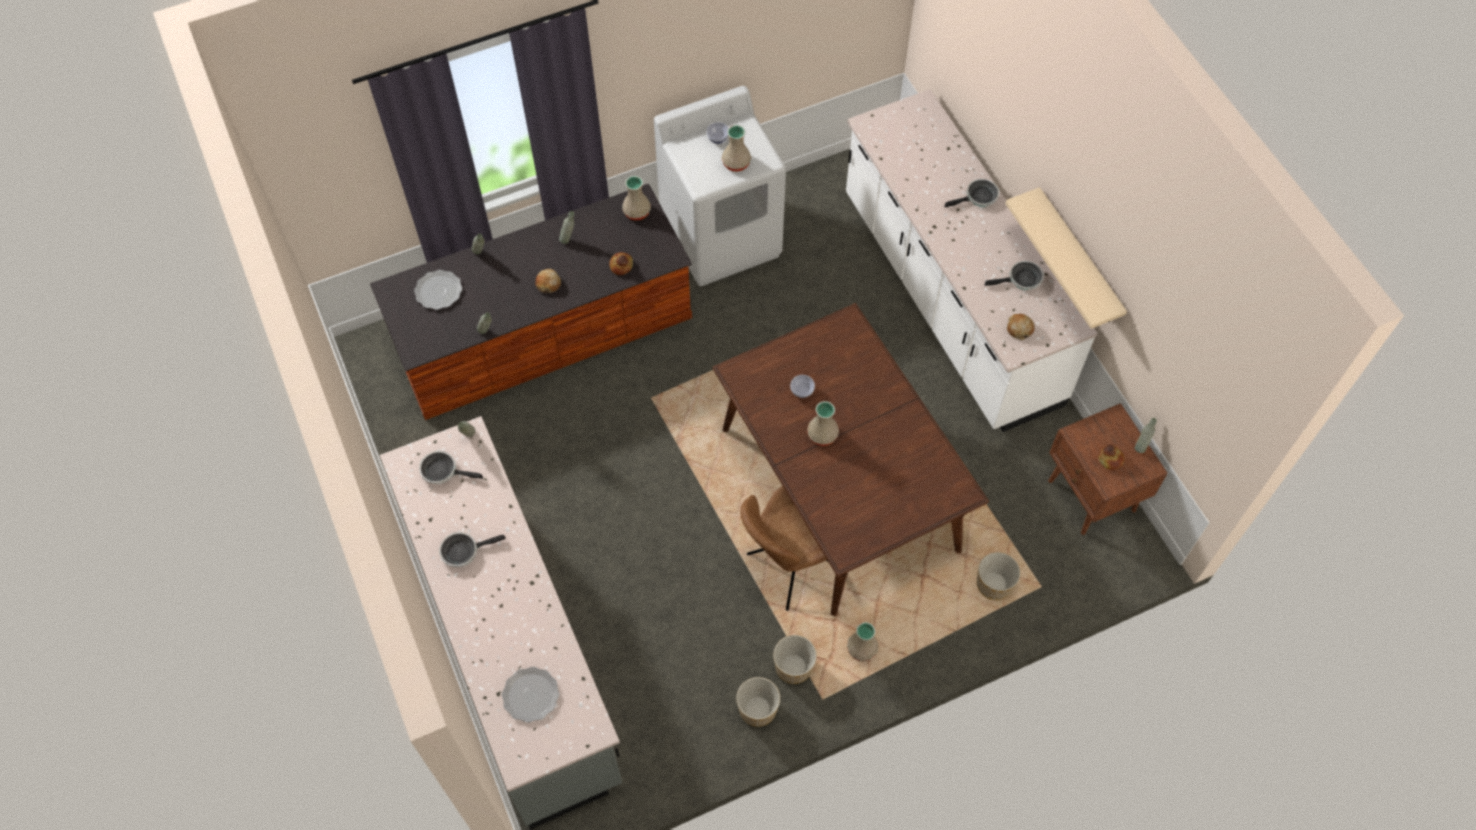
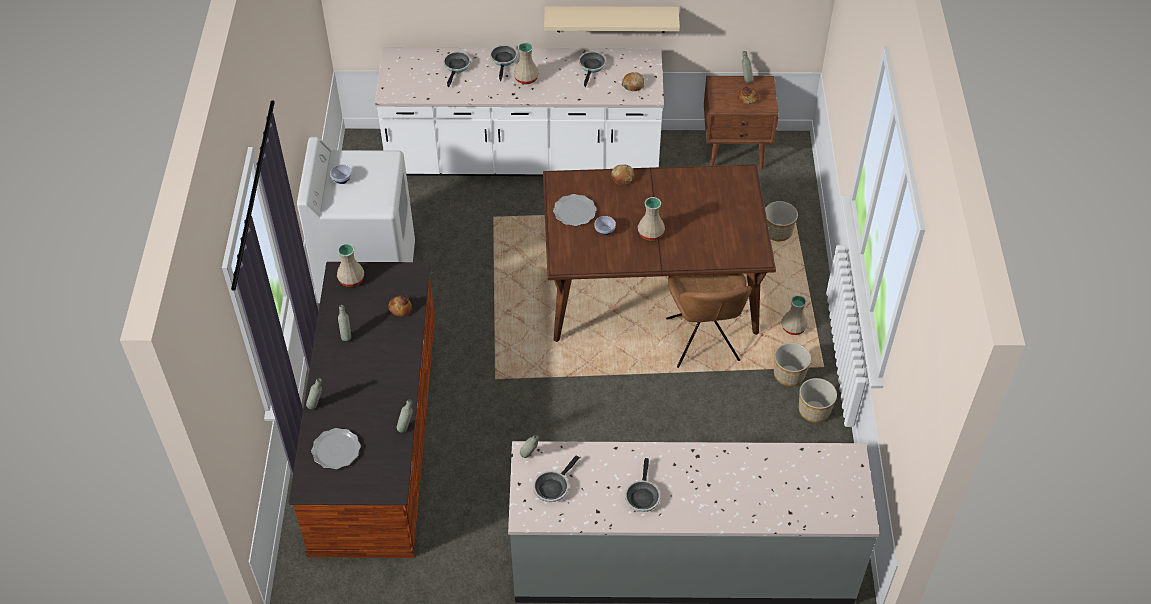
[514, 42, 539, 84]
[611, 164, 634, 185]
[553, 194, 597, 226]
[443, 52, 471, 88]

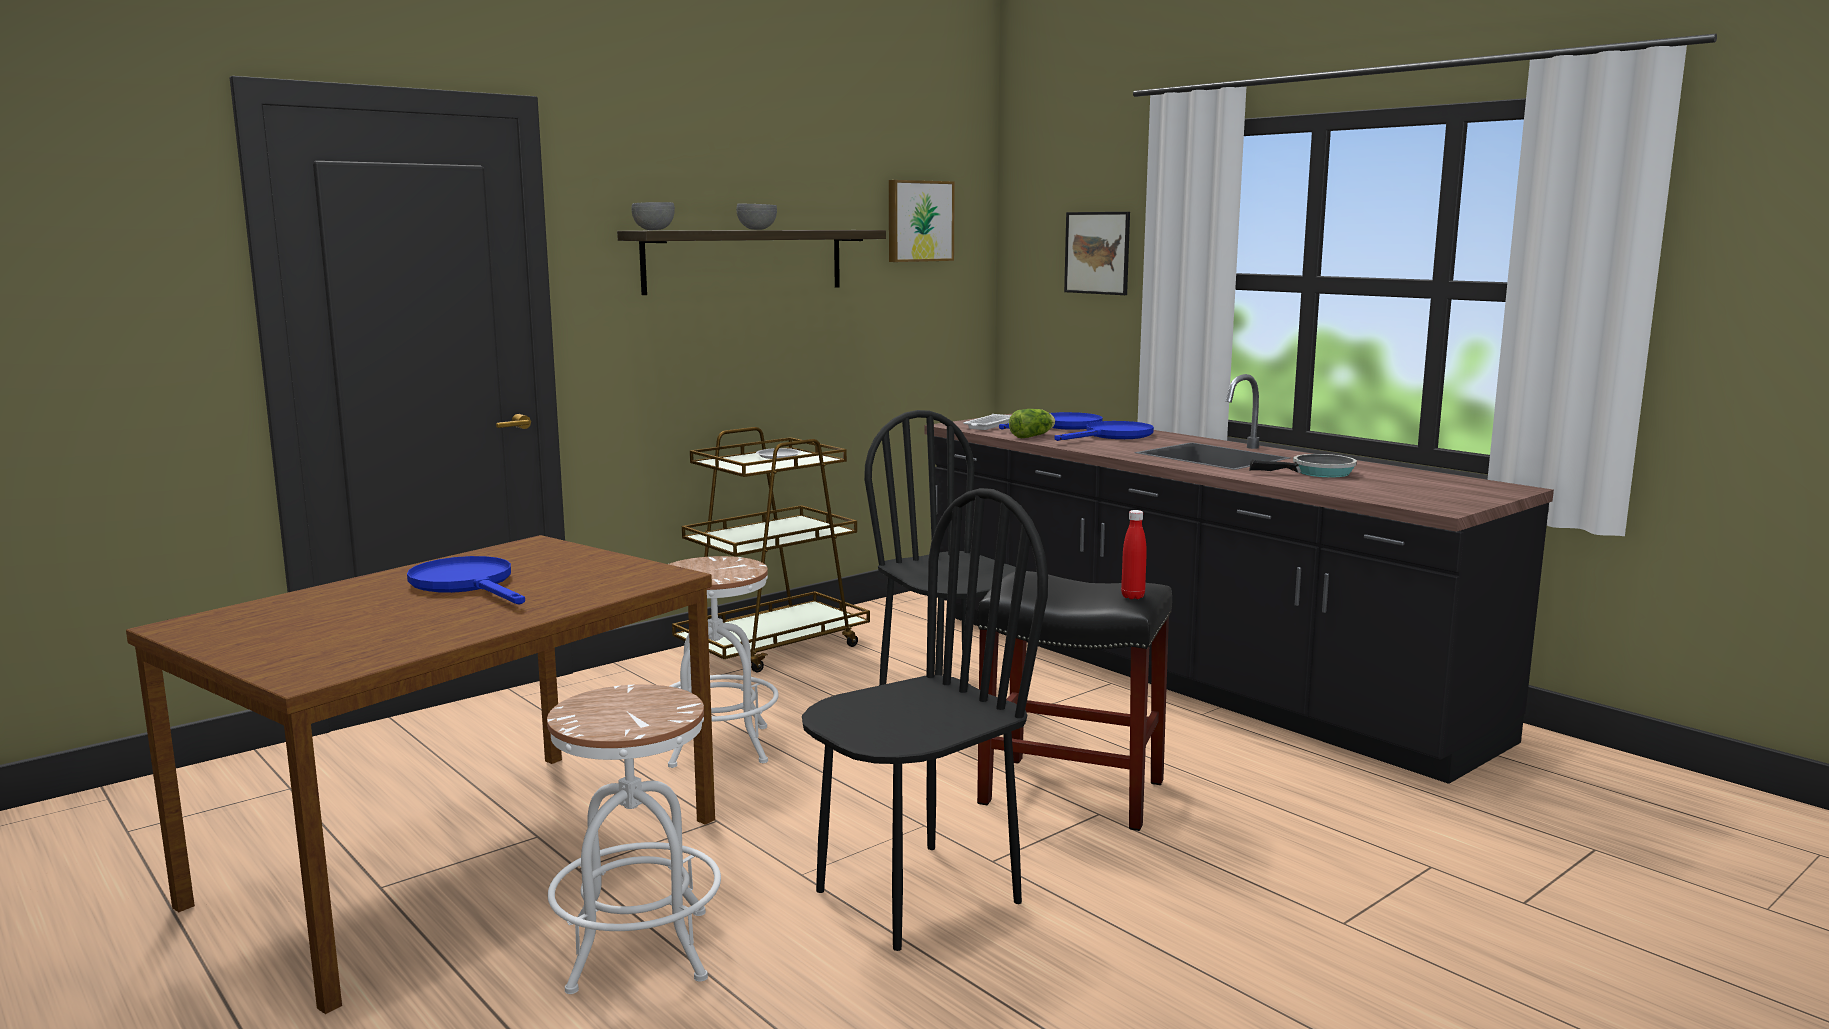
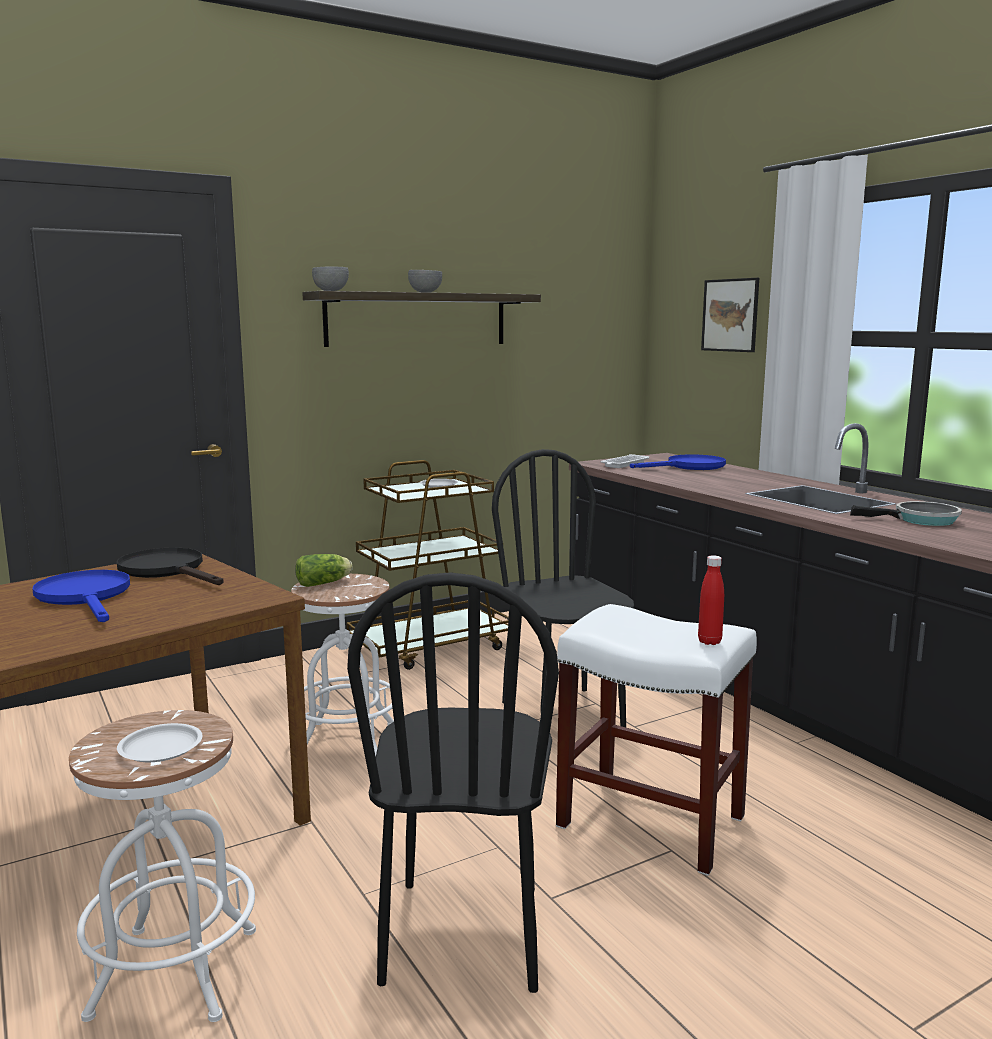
[889, 180, 955, 262] (first image)
[295, 554, 353, 587]
[1054, 421, 1154, 441] (first image)
[347, 572, 559, 993]
[556, 604, 757, 876]
[117, 548, 223, 585]
[117, 723, 203, 762]

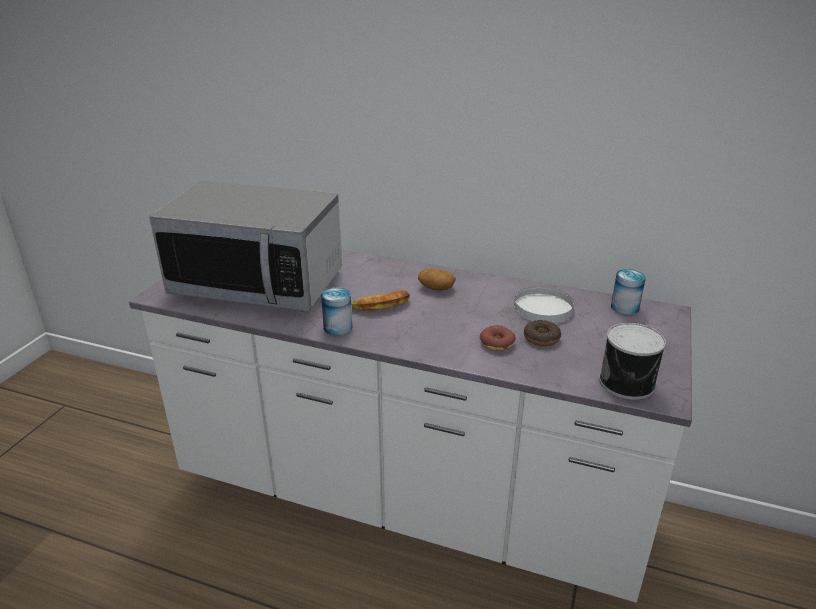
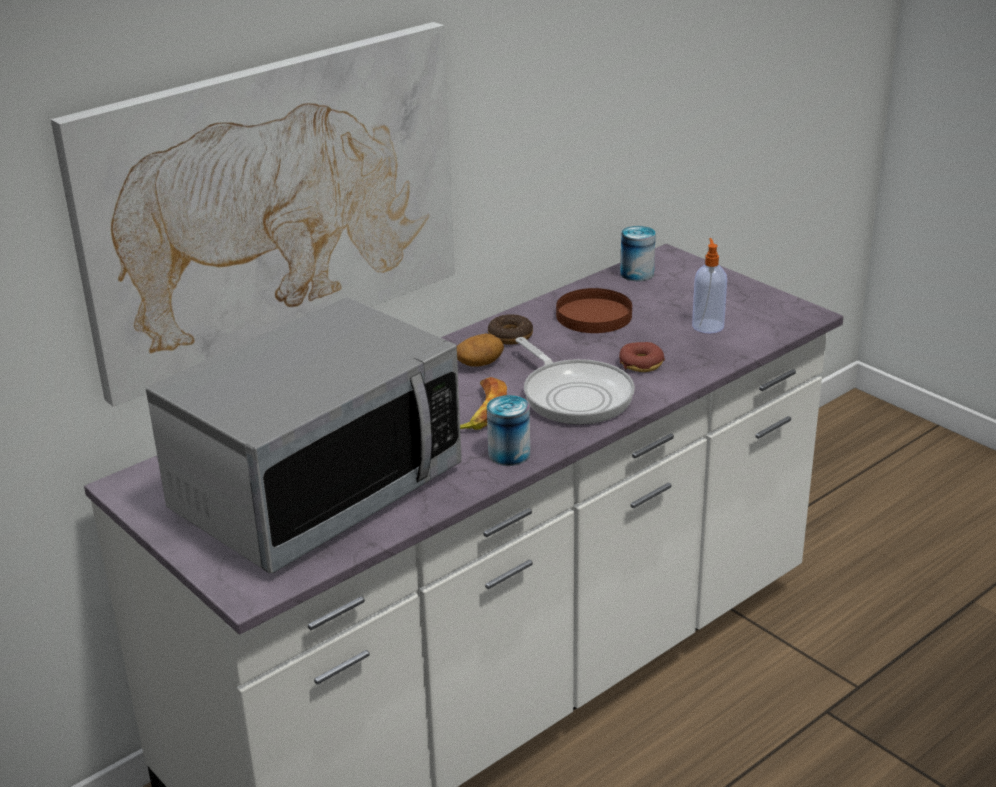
[556, 288, 632, 333]
[488, 314, 533, 345]
[599, 323, 666, 400] (first image)
[51, 22, 455, 407]
[692, 238, 727, 333]
[516, 337, 635, 425]

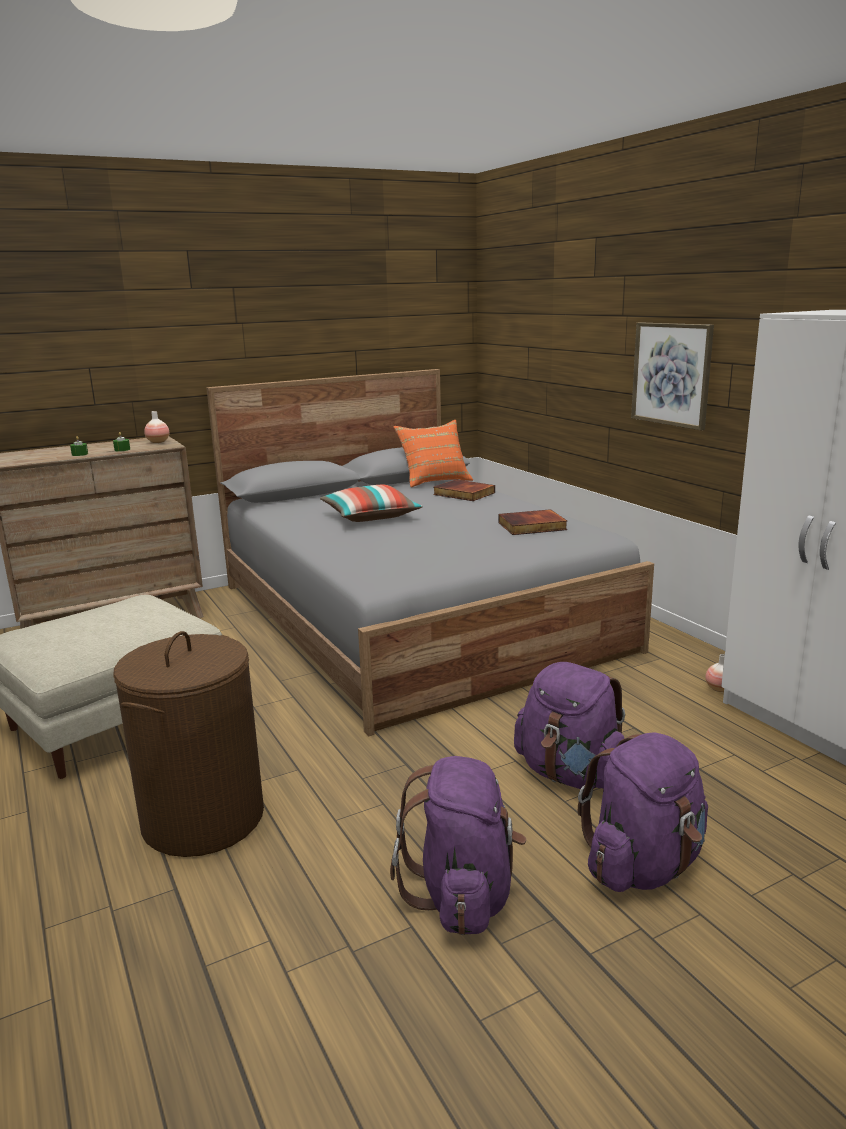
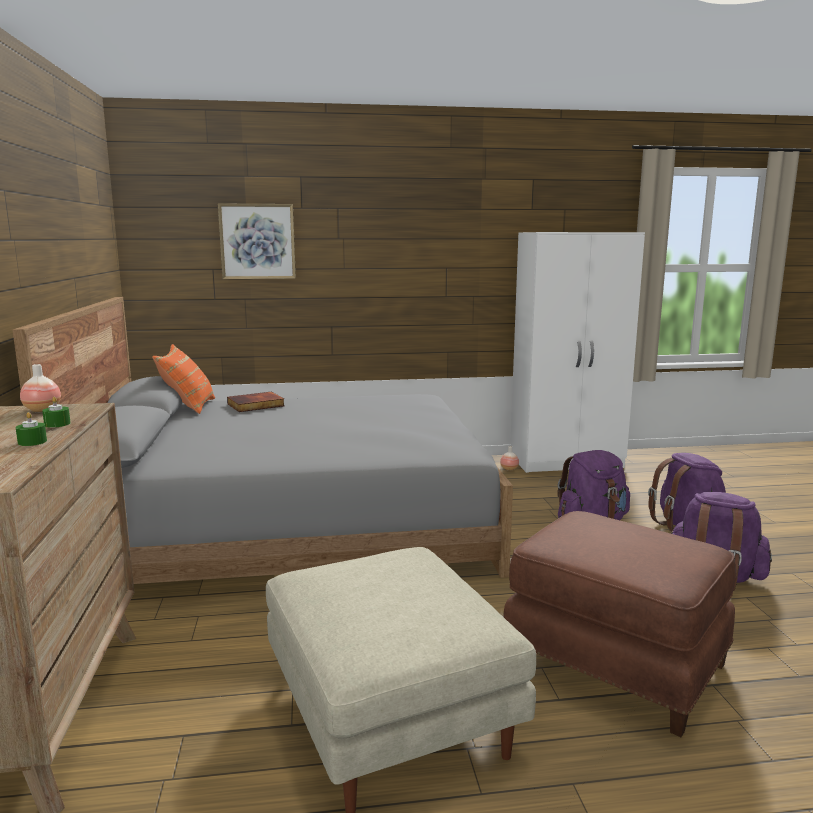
[218, 204, 296, 279]
[320, 485, 423, 522] (first image)
[498, 509, 567, 535] (first image)
[503, 511, 736, 737]

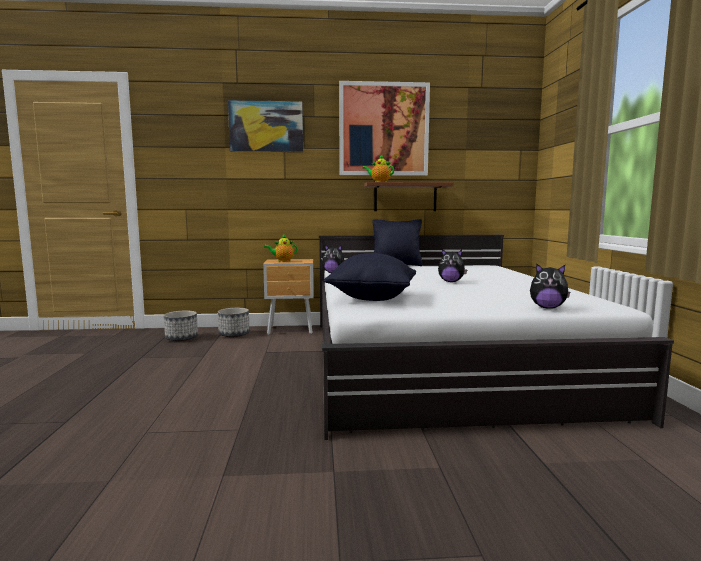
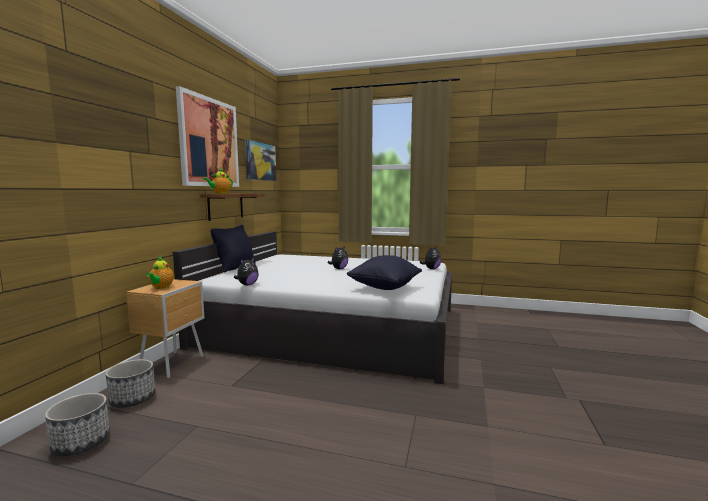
[245, 139, 276, 181]

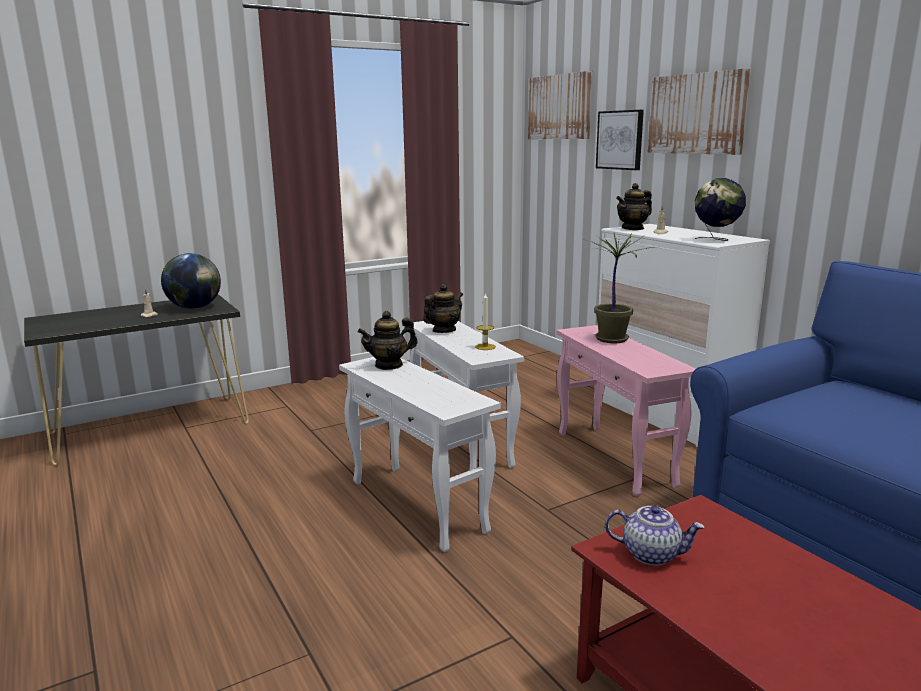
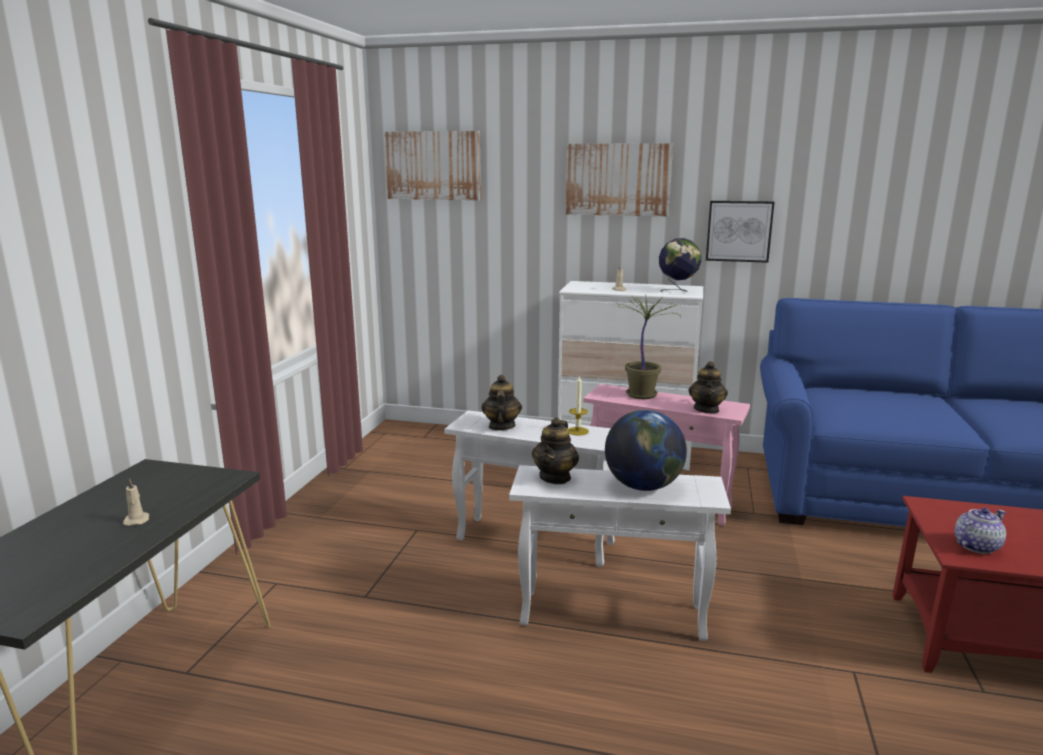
[706, 201, 774, 263]
[688, 361, 728, 414]
[605, 410, 687, 491]

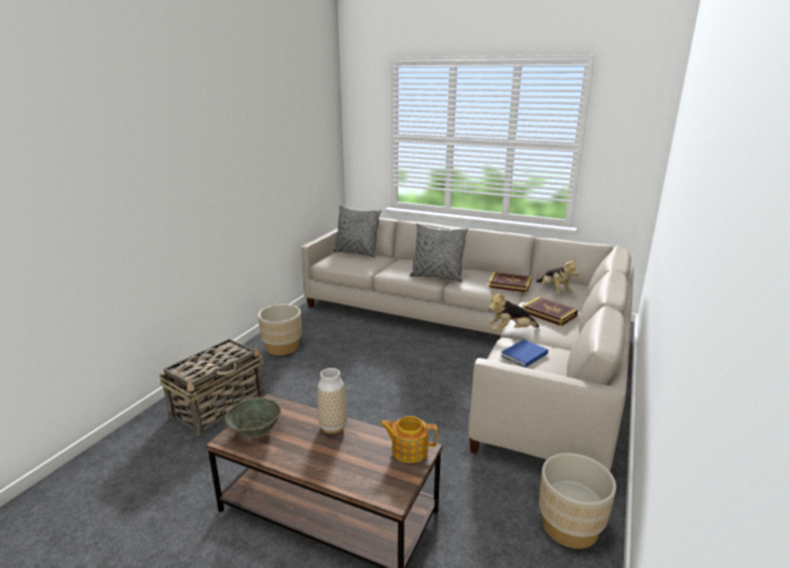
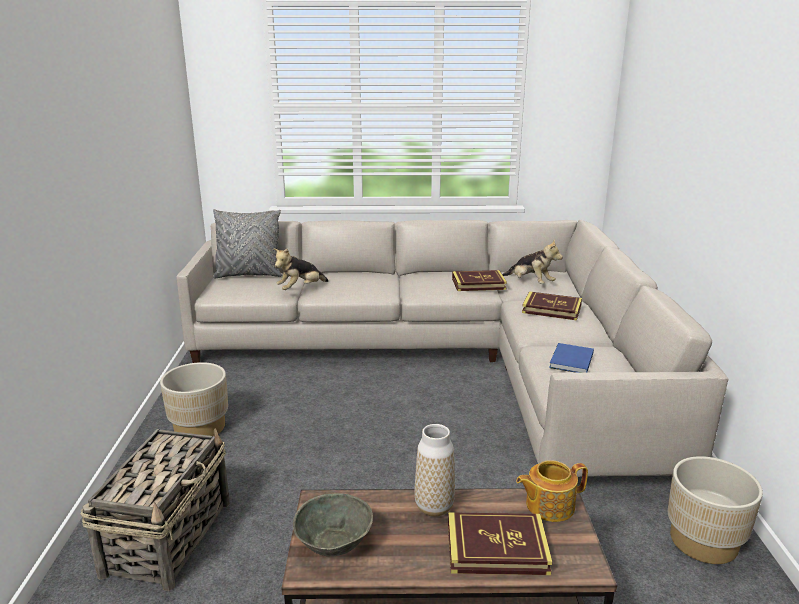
[410, 223, 468, 282] (first image)
[273, 248, 329, 290]
[448, 512, 552, 575]

